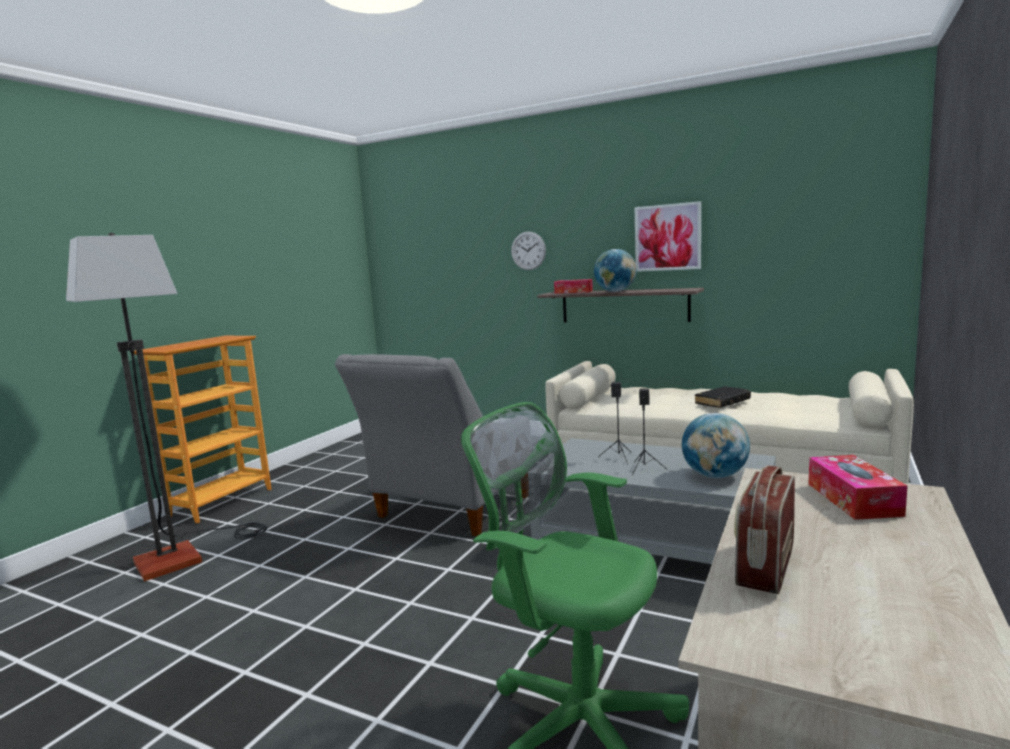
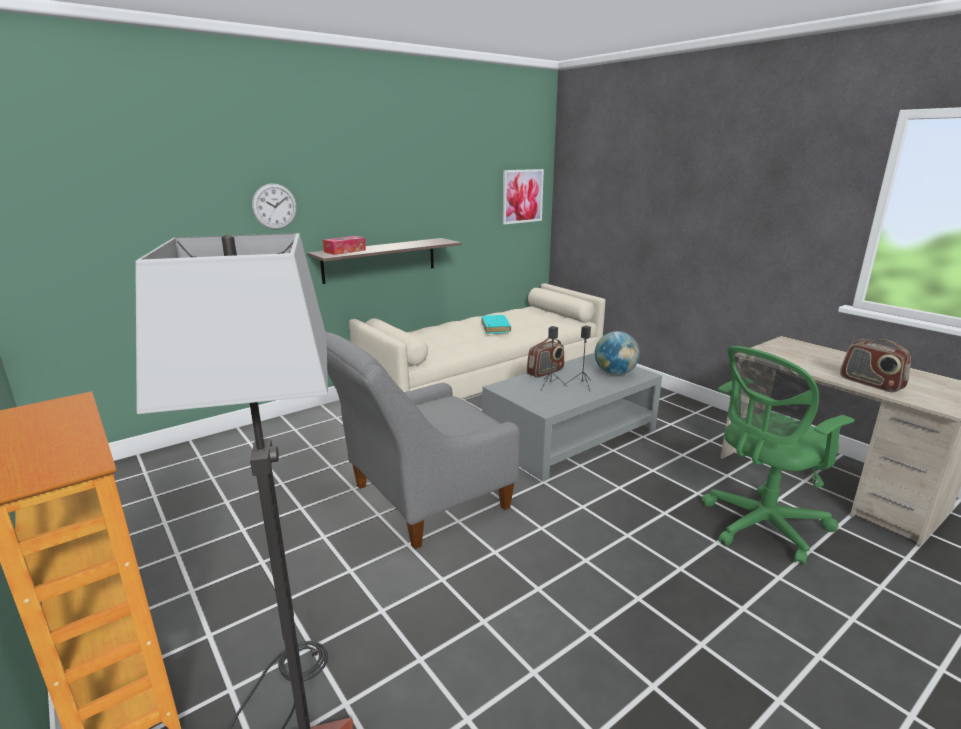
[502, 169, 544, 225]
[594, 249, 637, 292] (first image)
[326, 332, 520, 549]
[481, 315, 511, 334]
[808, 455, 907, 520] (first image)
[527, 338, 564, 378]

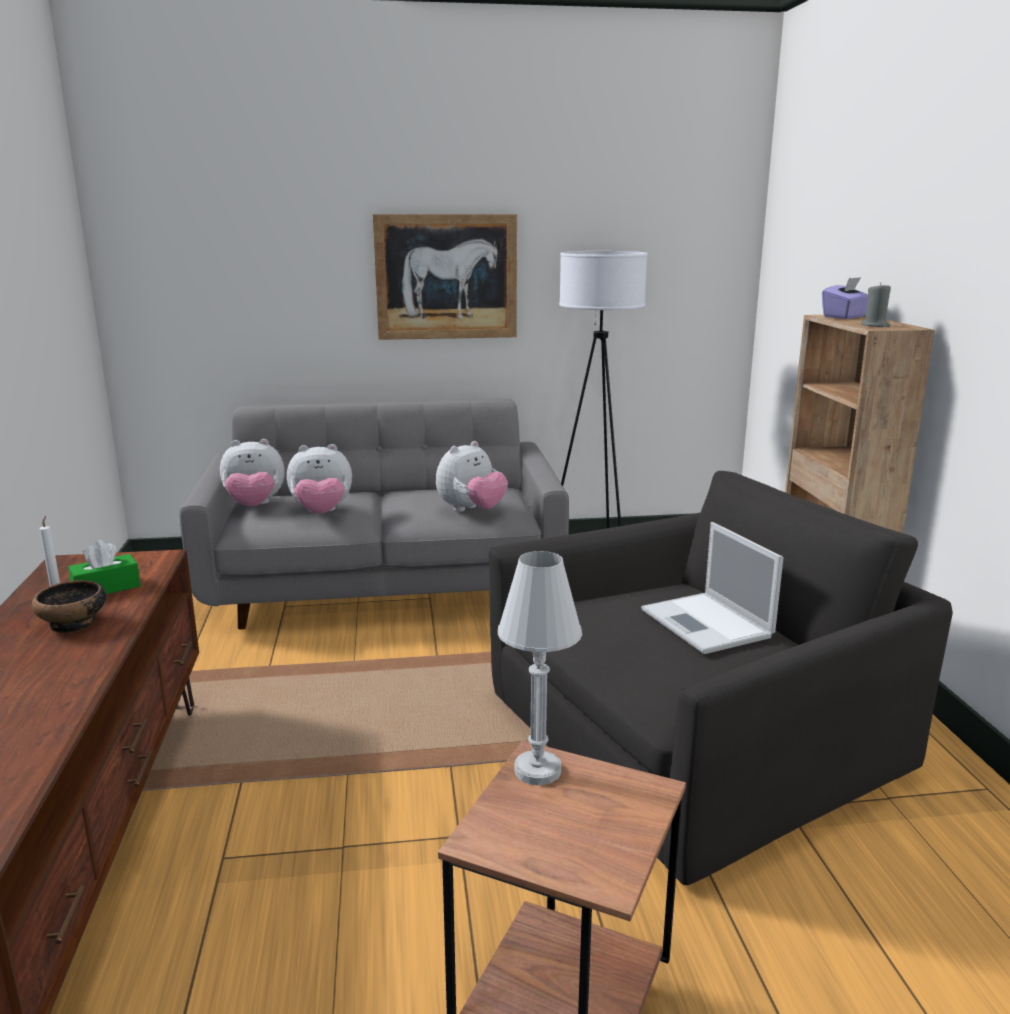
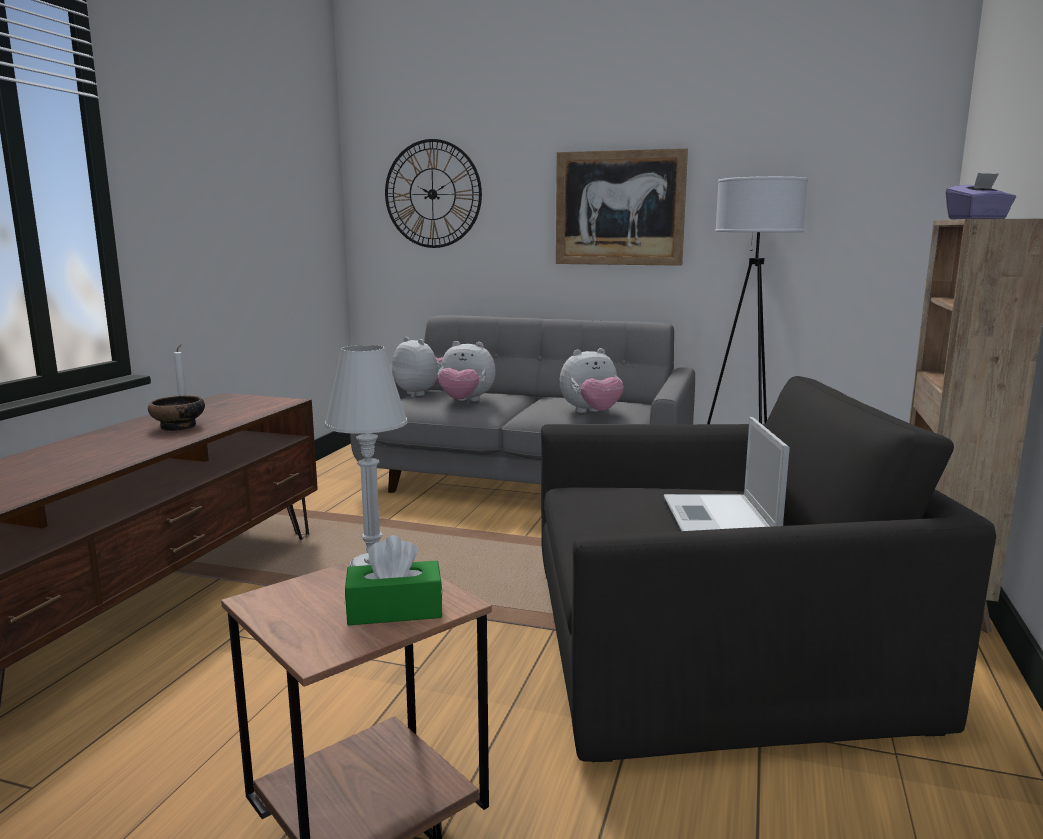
[861, 283, 891, 327] (first image)
[392, 337, 443, 396]
[345, 535, 443, 625]
[385, 139, 482, 248]

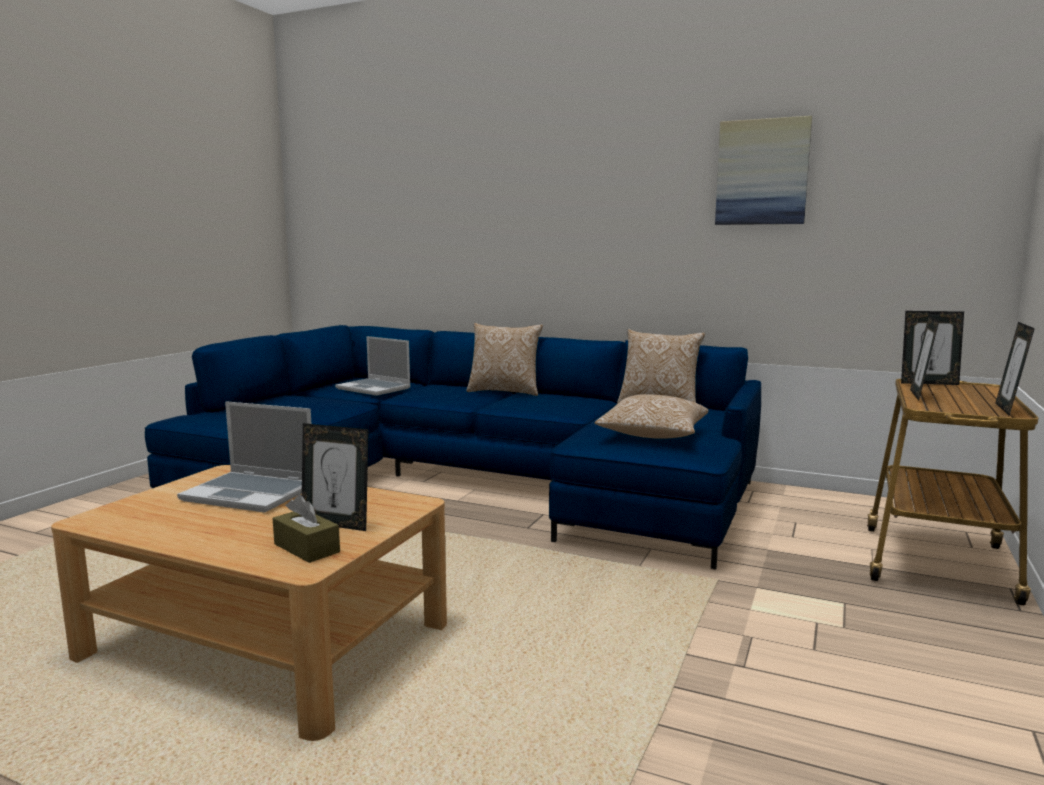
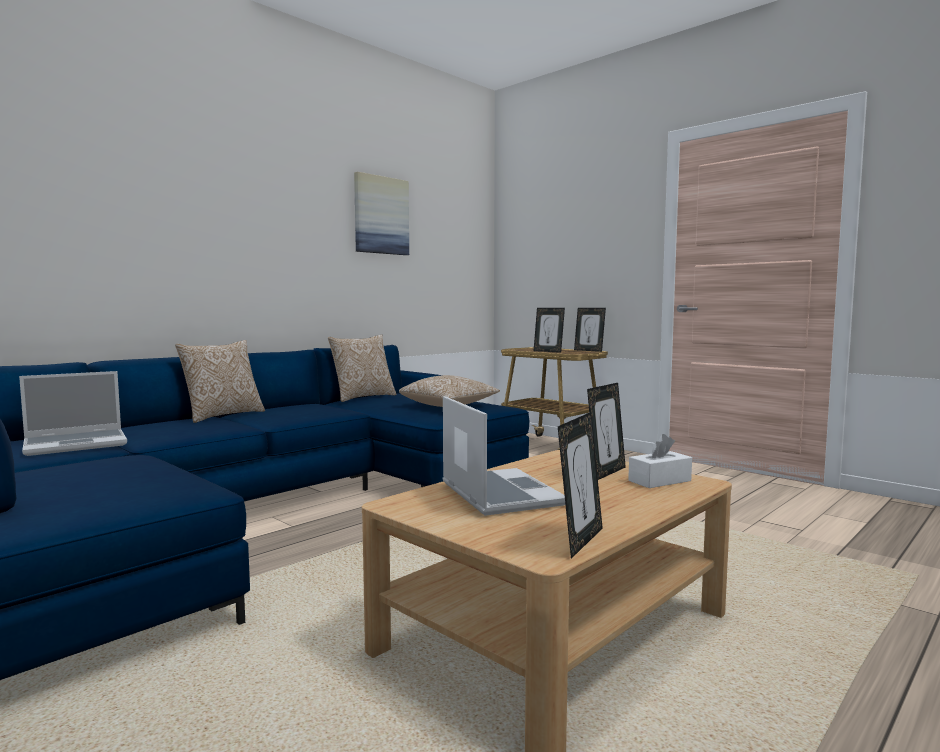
[558, 412, 603, 559]
[443, 396, 565, 516]
[628, 434, 692, 488]

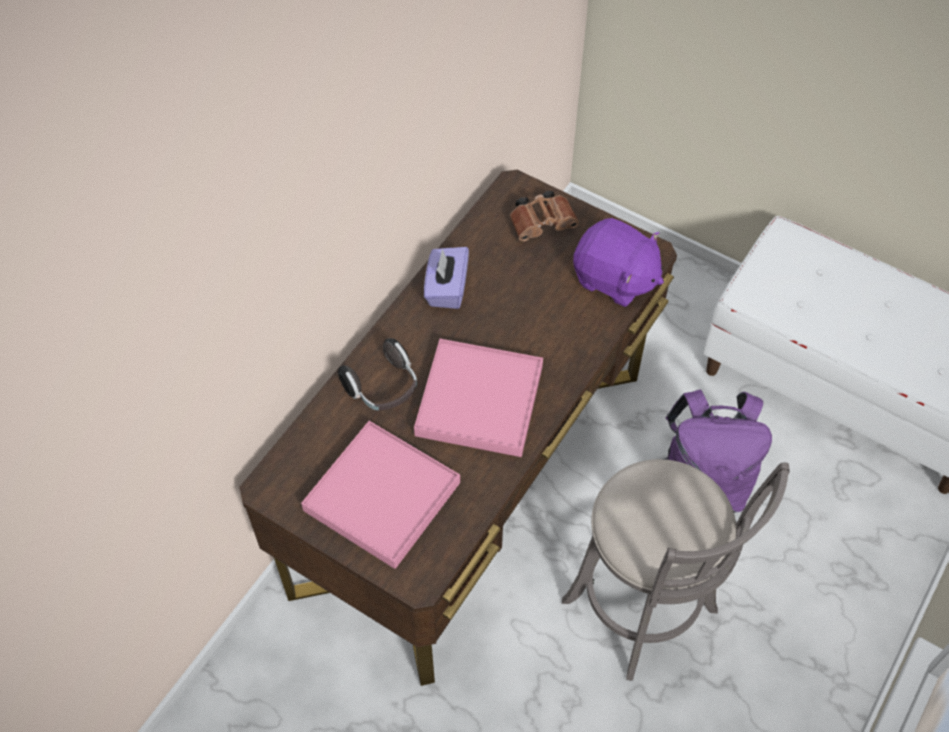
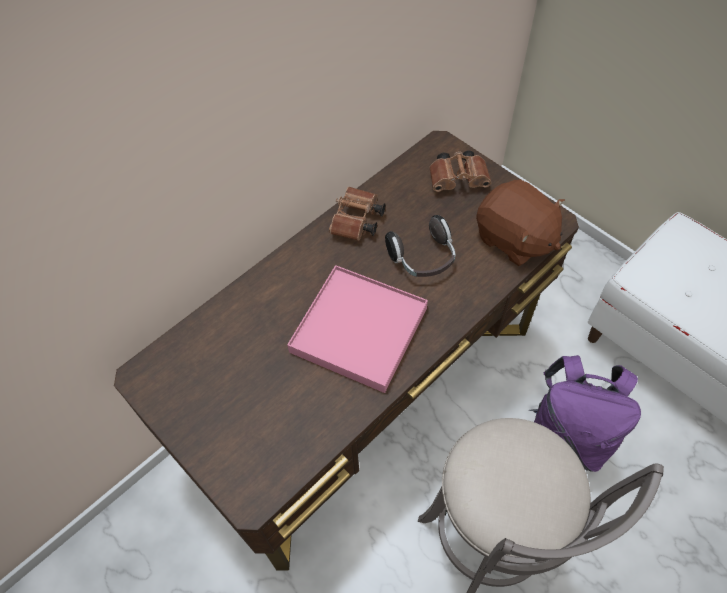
[476, 180, 565, 266]
[329, 187, 386, 241]
[385, 215, 456, 277]
[301, 421, 460, 569] (first image)

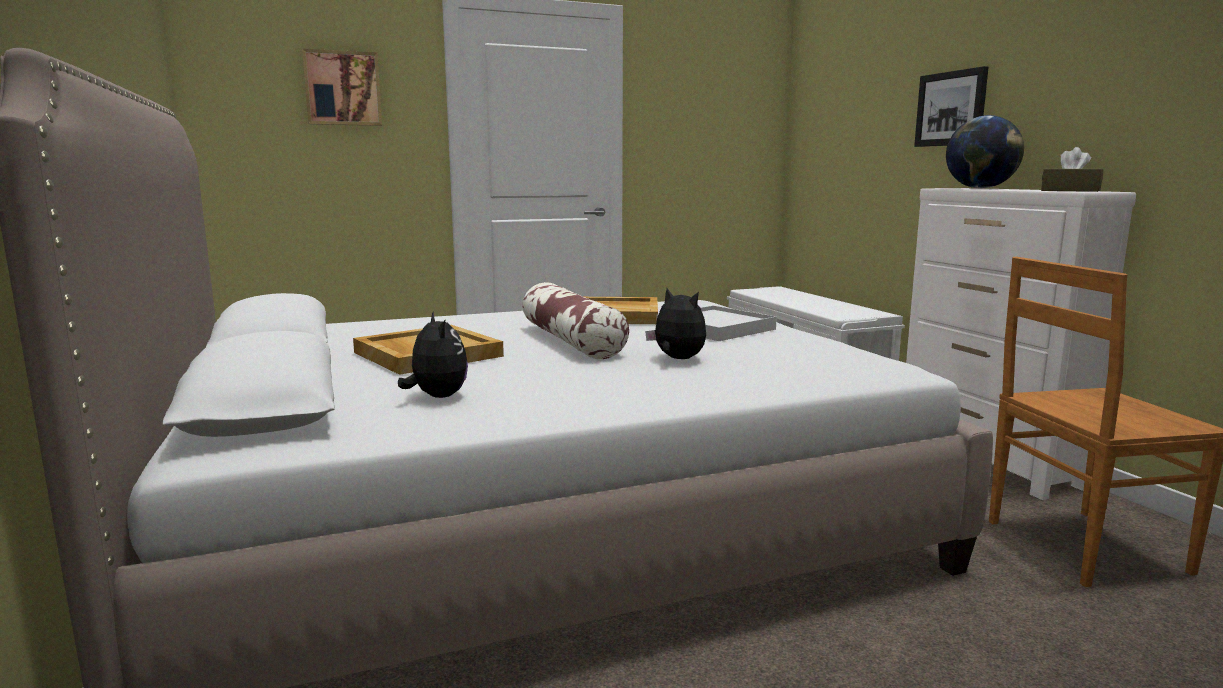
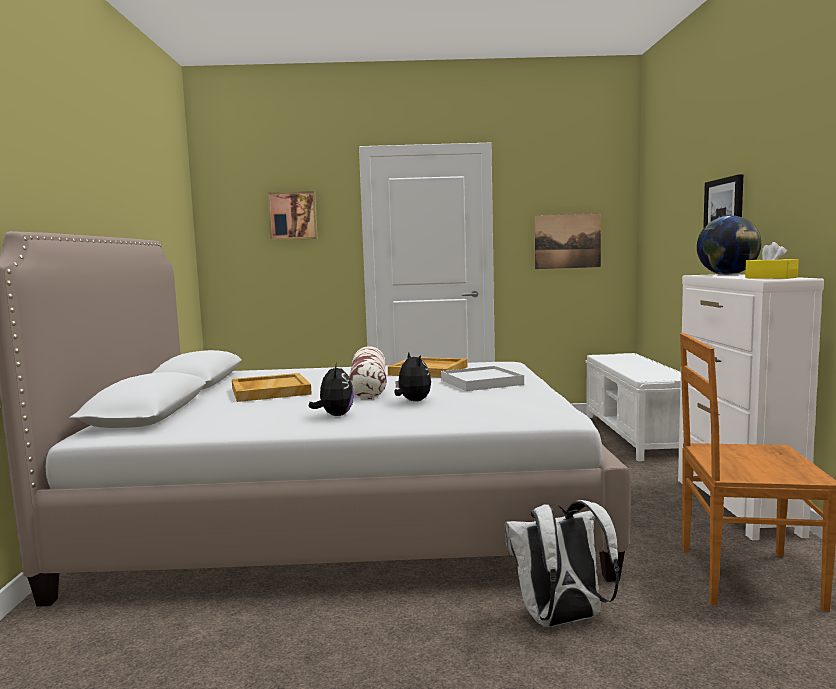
[745, 242, 799, 279]
[309, 362, 354, 416]
[535, 213, 601, 269]
[504, 500, 619, 627]

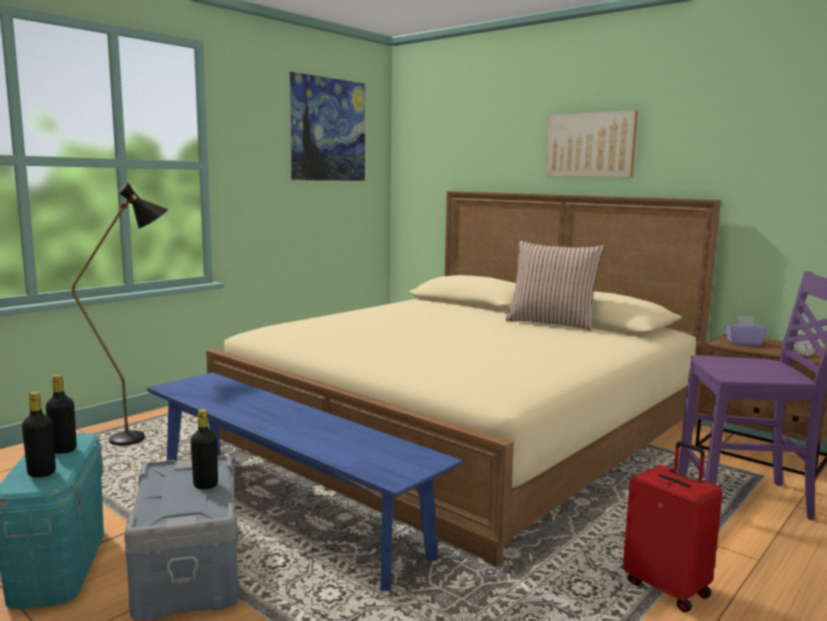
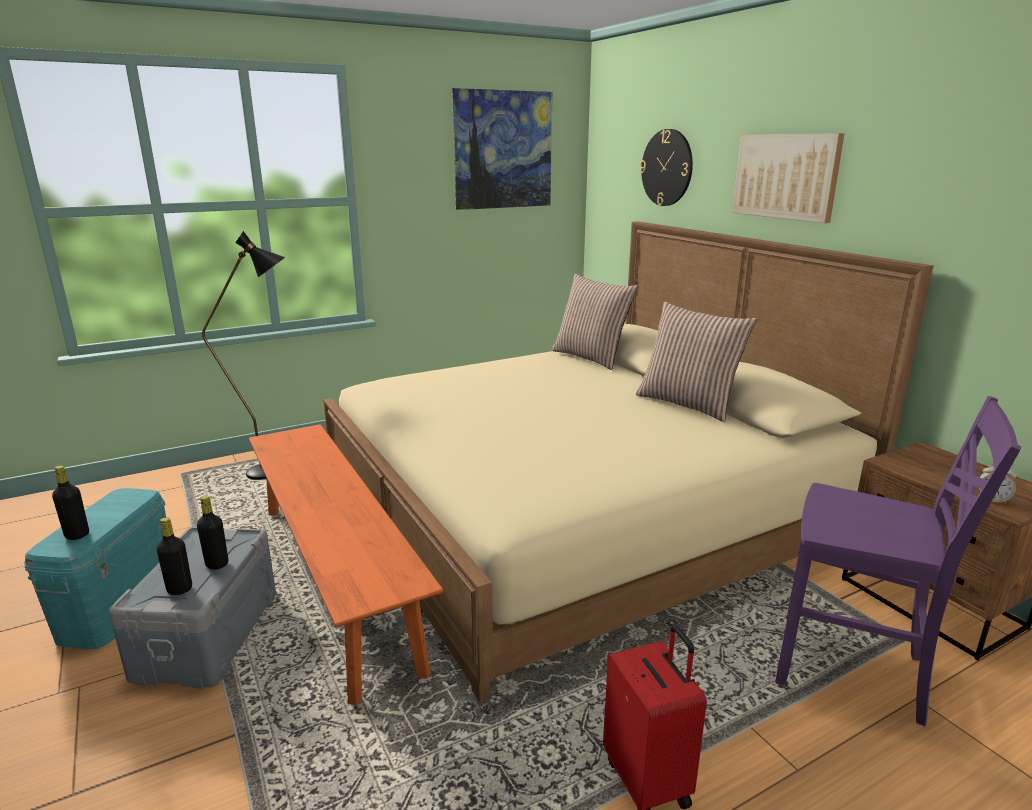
[725, 316, 767, 346] (first image)
[249, 424, 443, 706]
[156, 518, 192, 595]
[640, 129, 693, 206]
[552, 274, 639, 370]

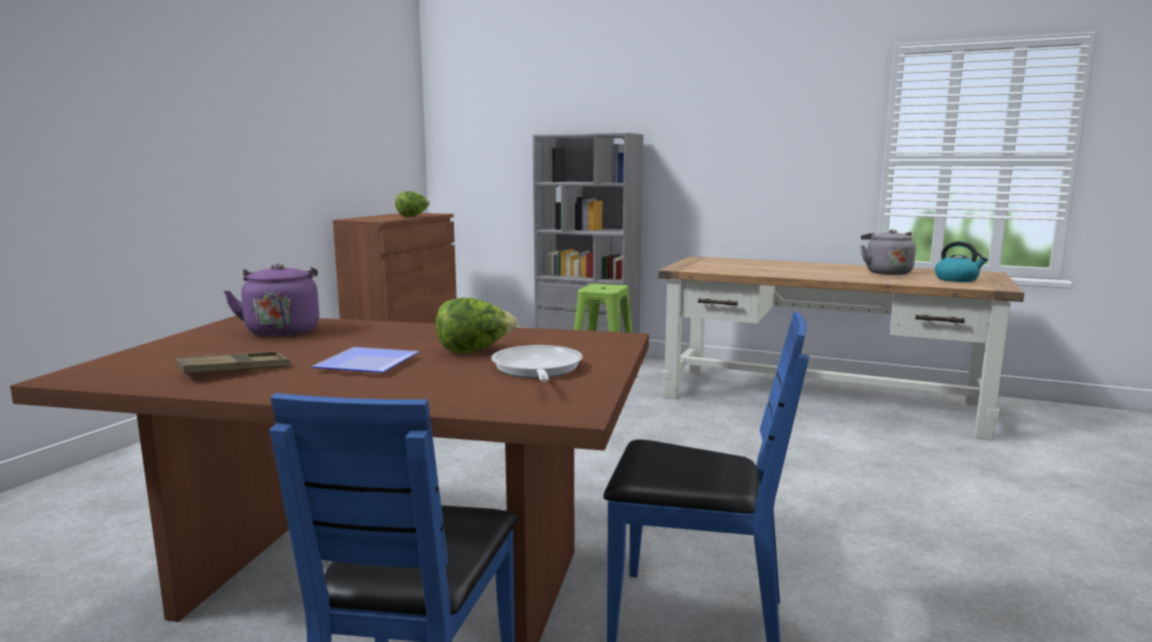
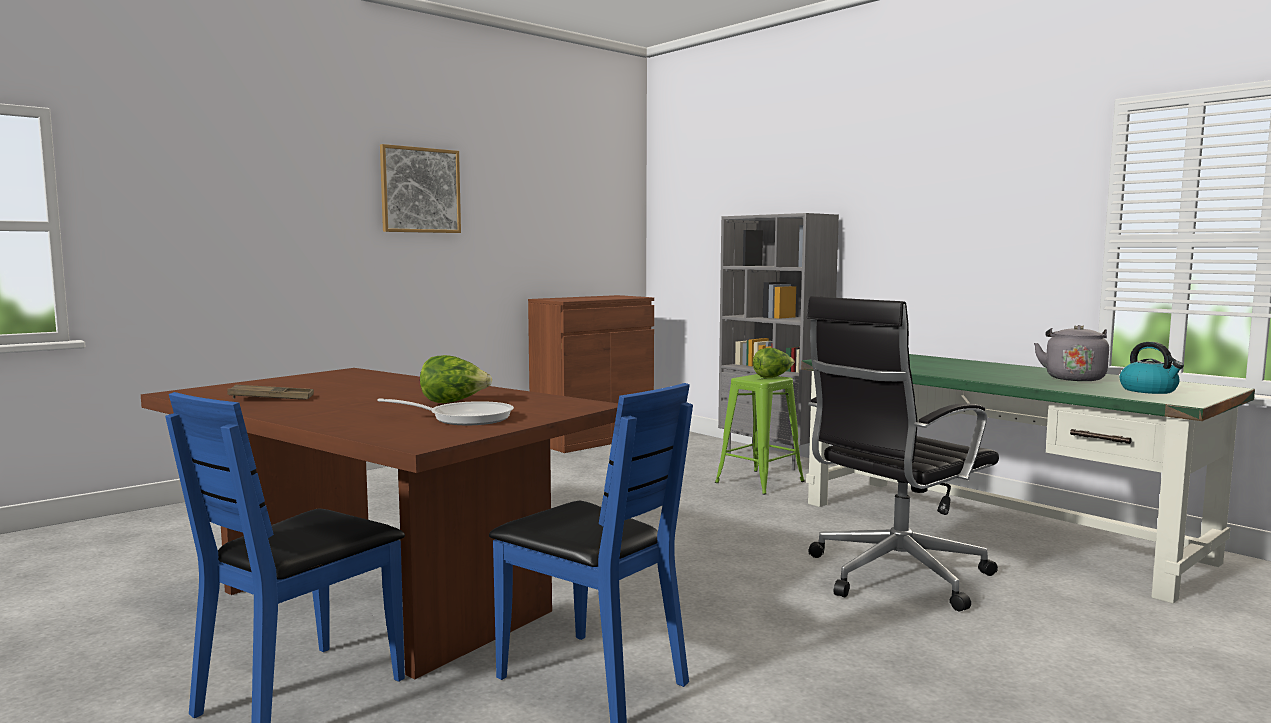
[753, 348, 794, 378]
[801, 354, 1255, 604]
[224, 264, 319, 337] (first image)
[377, 398, 514, 425]
[312, 347, 418, 373] (first image)
[380, 144, 461, 233]
[807, 296, 999, 611]

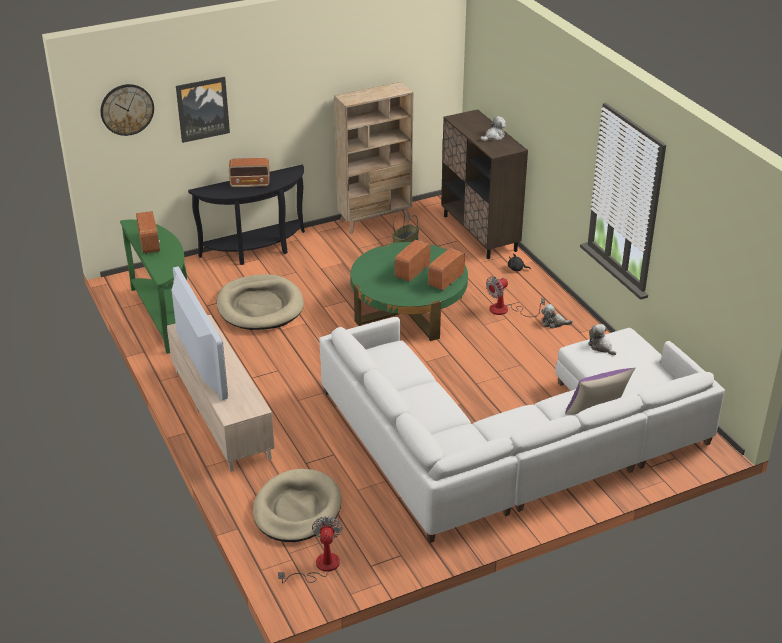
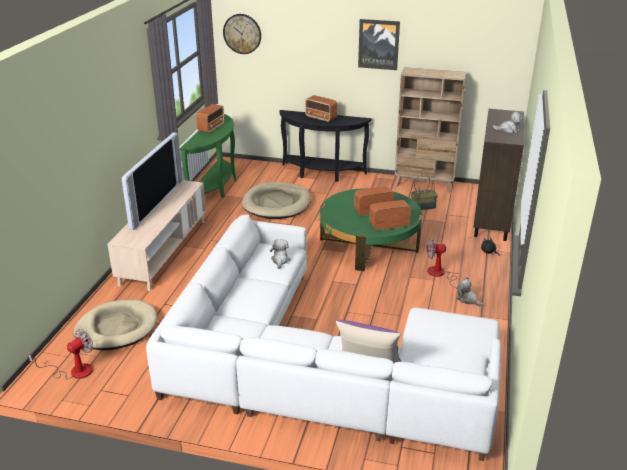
[358, 19, 400, 70]
[270, 239, 290, 269]

